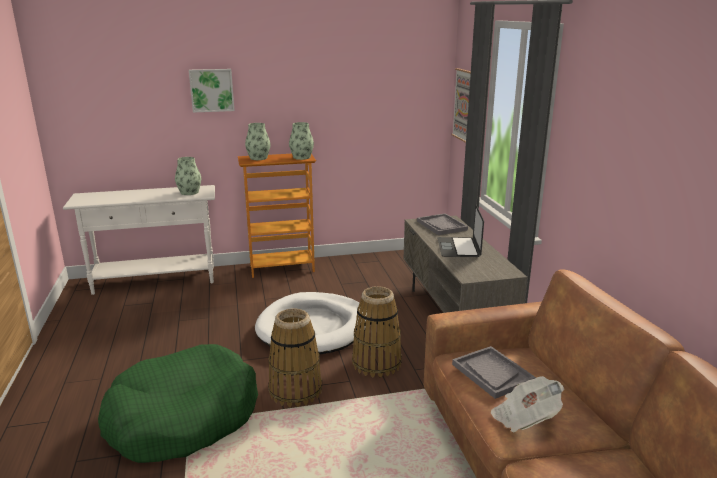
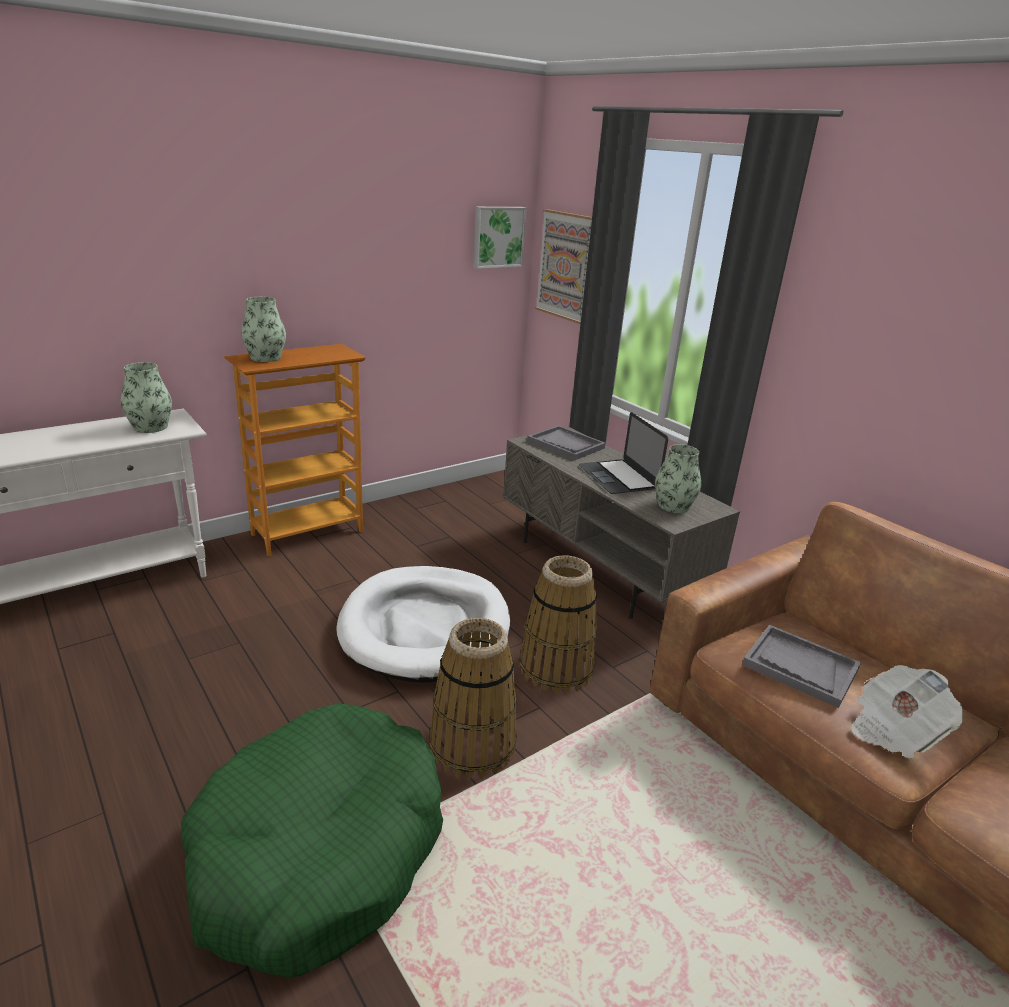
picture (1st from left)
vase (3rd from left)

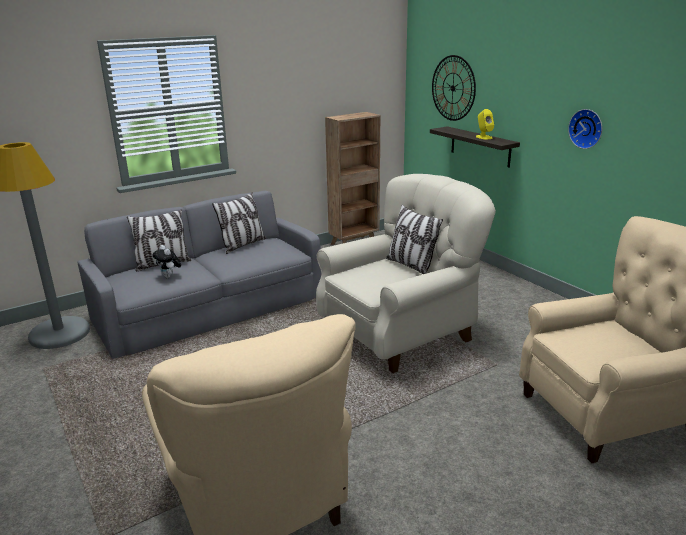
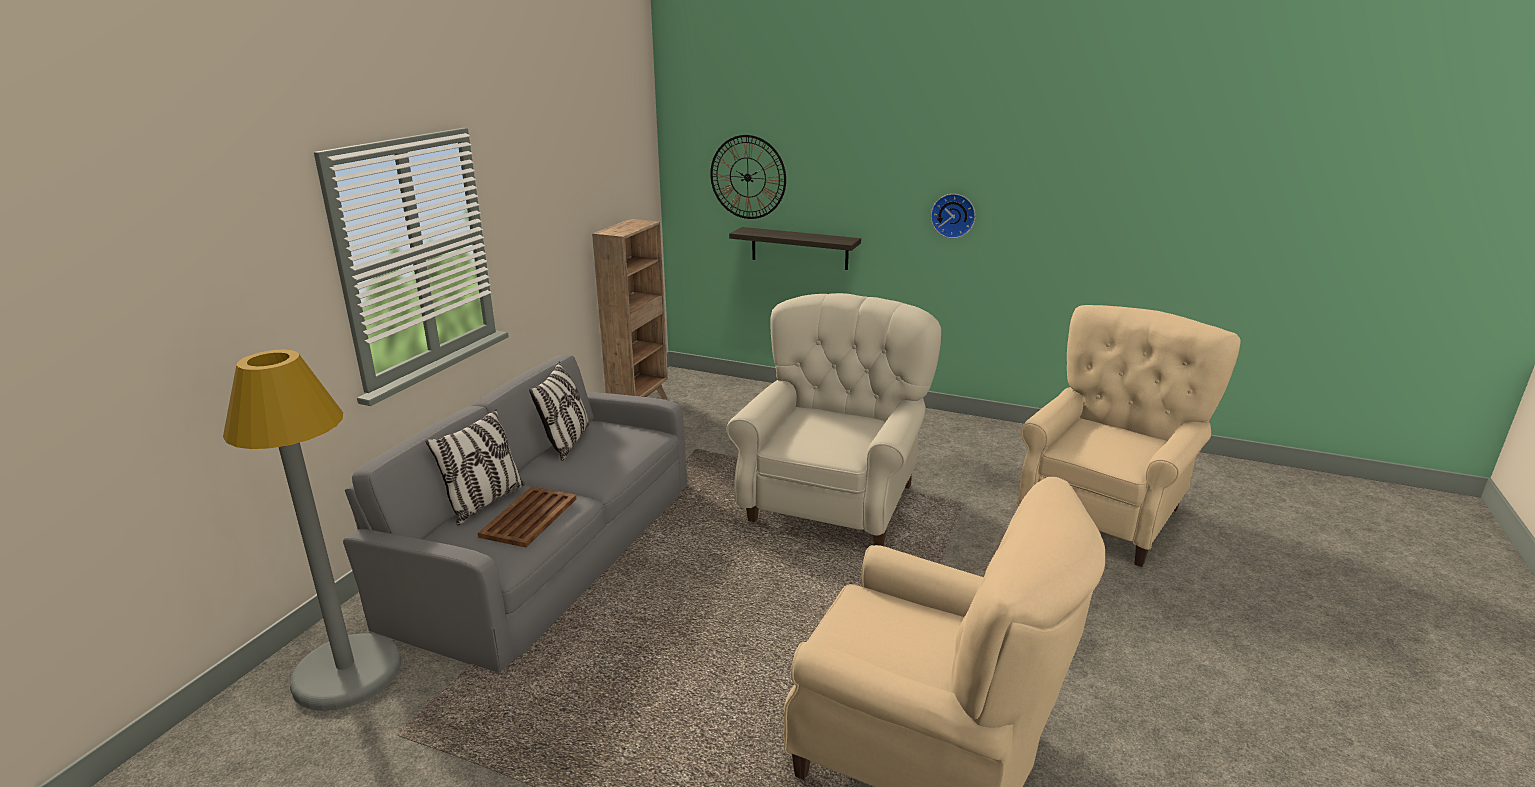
brown carrying tray
cushion (3rd from left in the first image)
yellowish loudspeaker

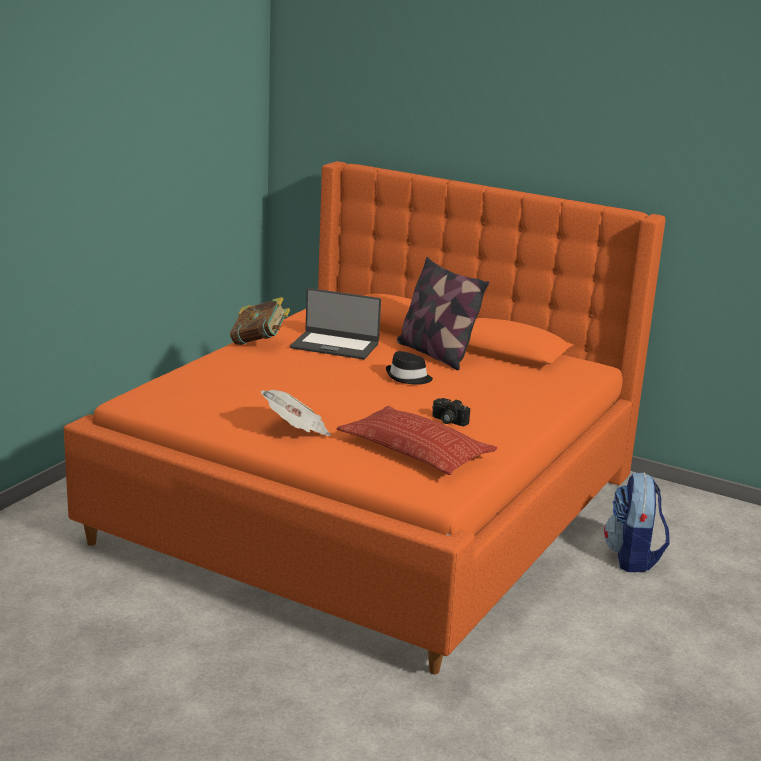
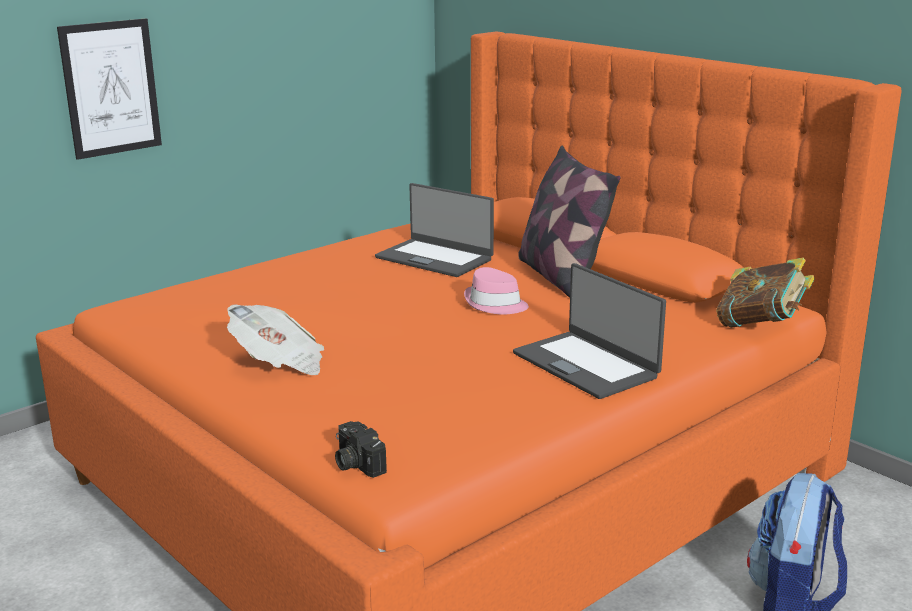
volume
cushion (1st from left in the first image)
pink wearable hat
still camera
picture
laptop (2nd from left)

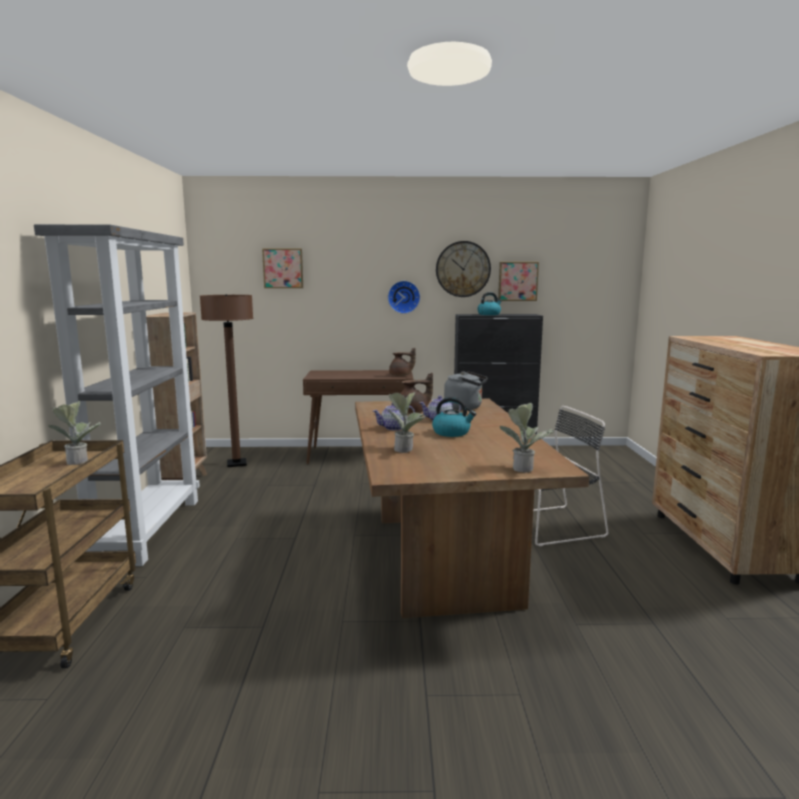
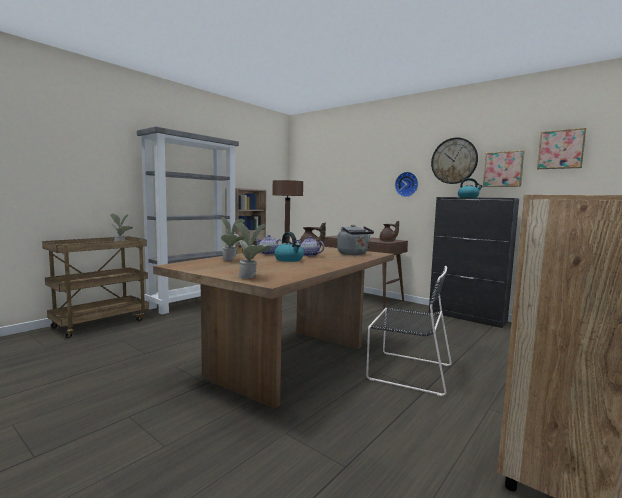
picture (2nd from left)

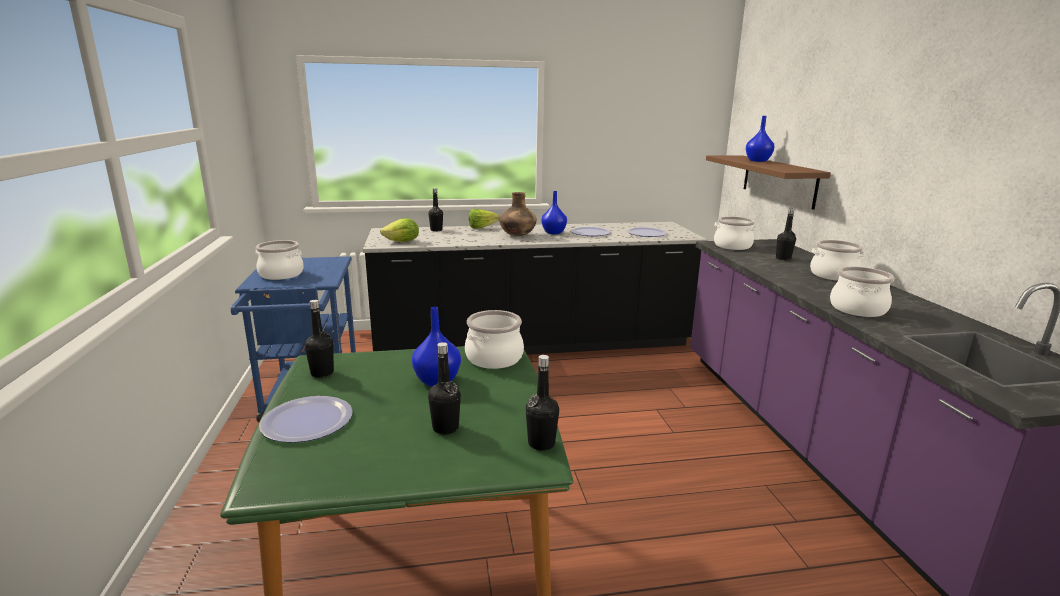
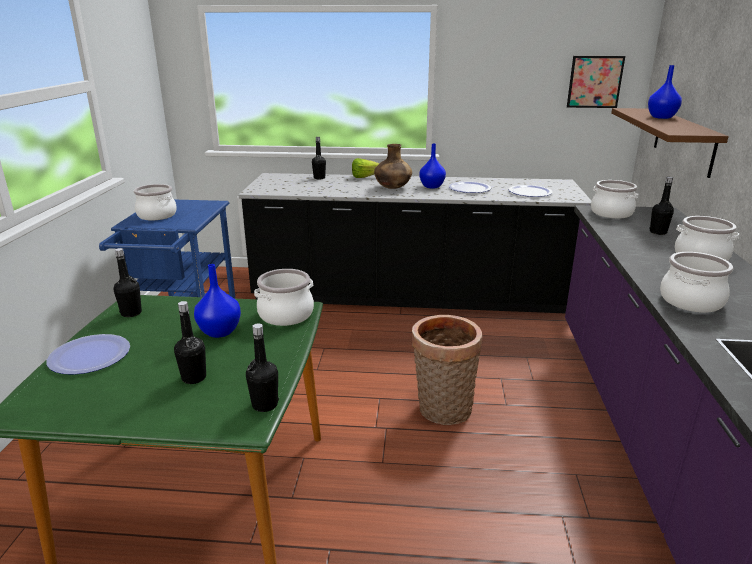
head of lettuce (1st from left in the first image)
storage basket
picture

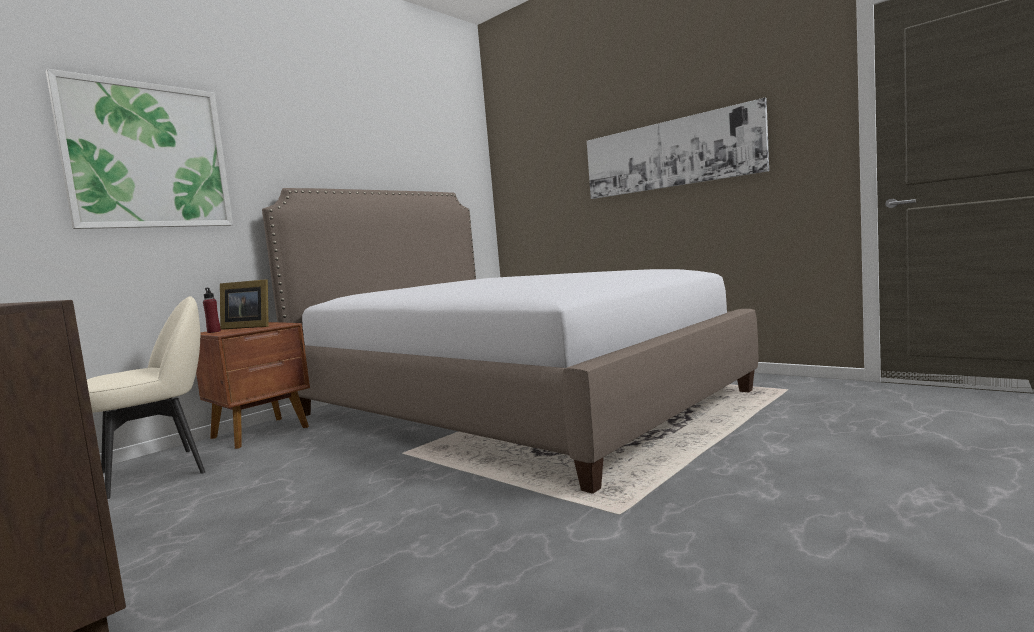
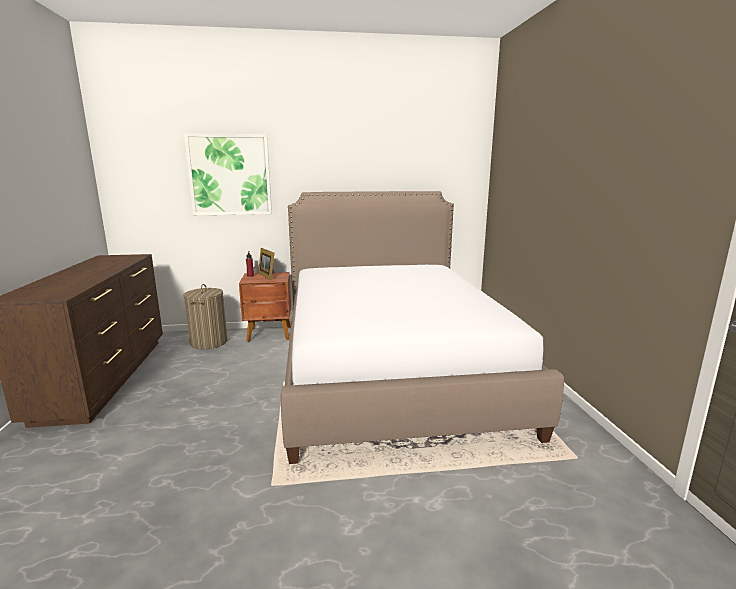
washing basket
picture (2nd from left in the first image)

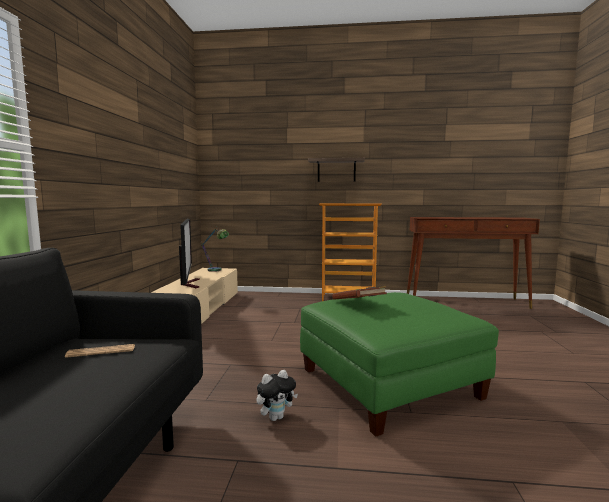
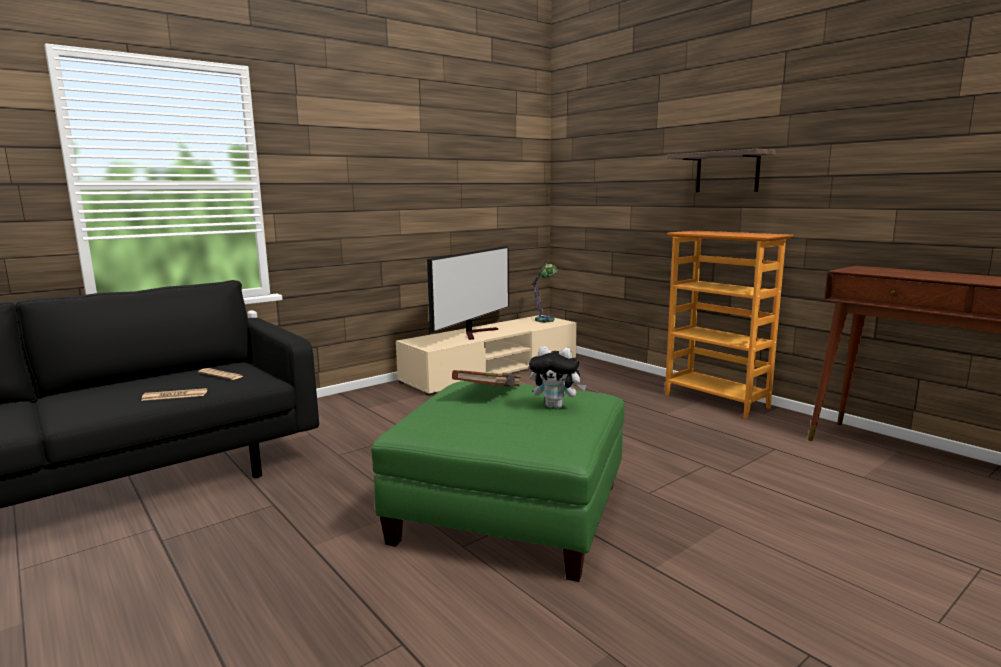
cuddly toy
daily paper (1st from left)

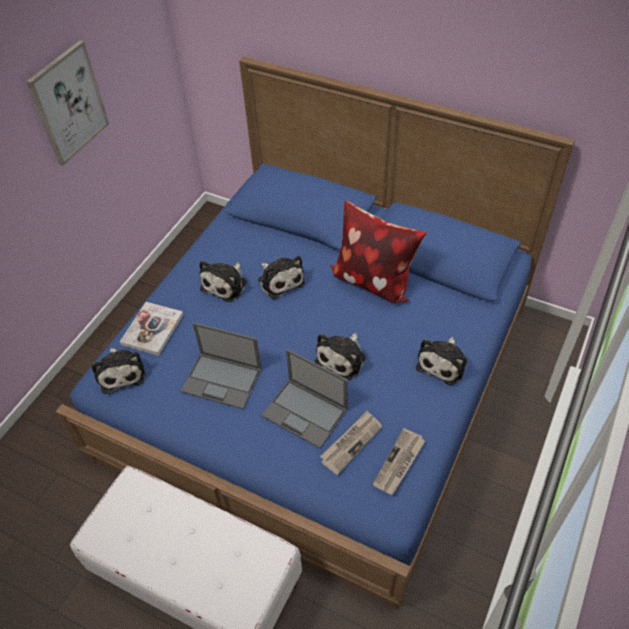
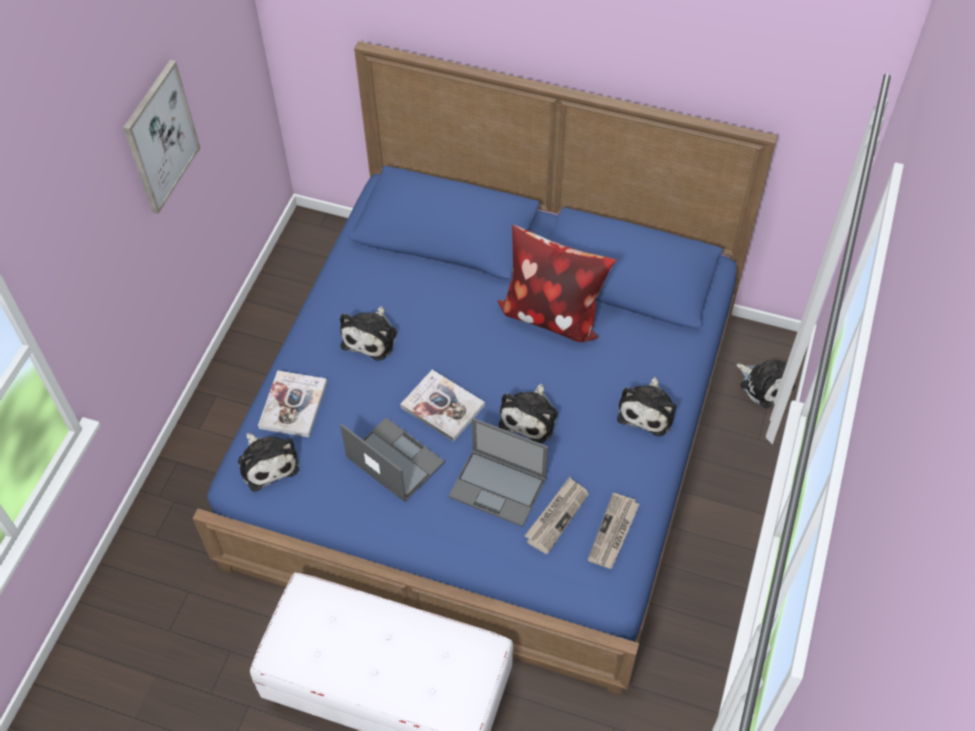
laptop (1st from left)
cuddly toy (5th from left)
volume (2nd from left)

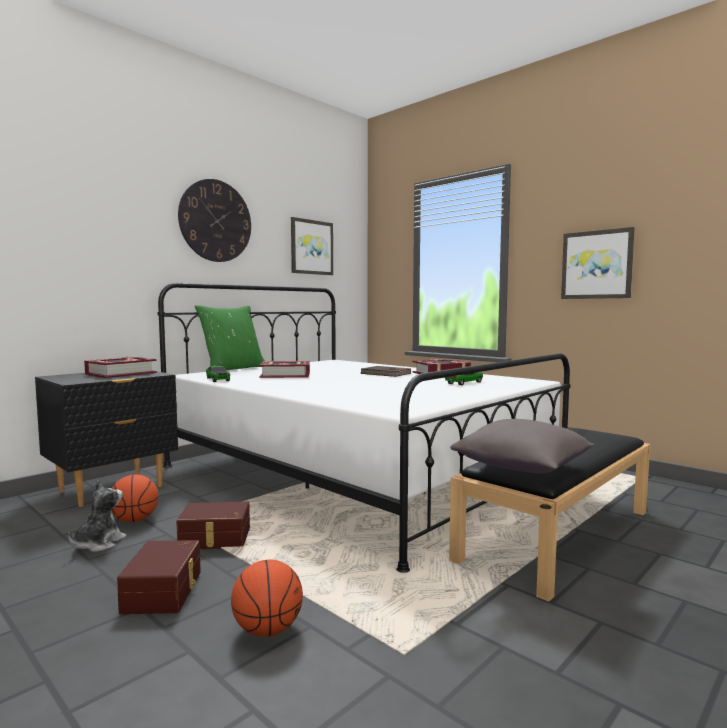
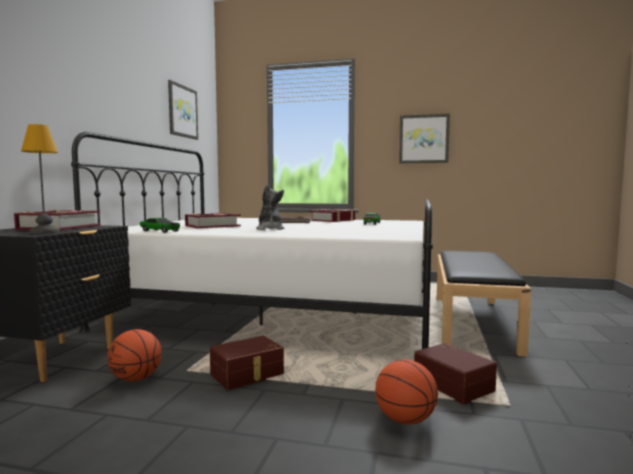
cuddly toy
brown storage bin (2nd from left)
hanging clock
greenish cushion
grey cushion
lamp for a table

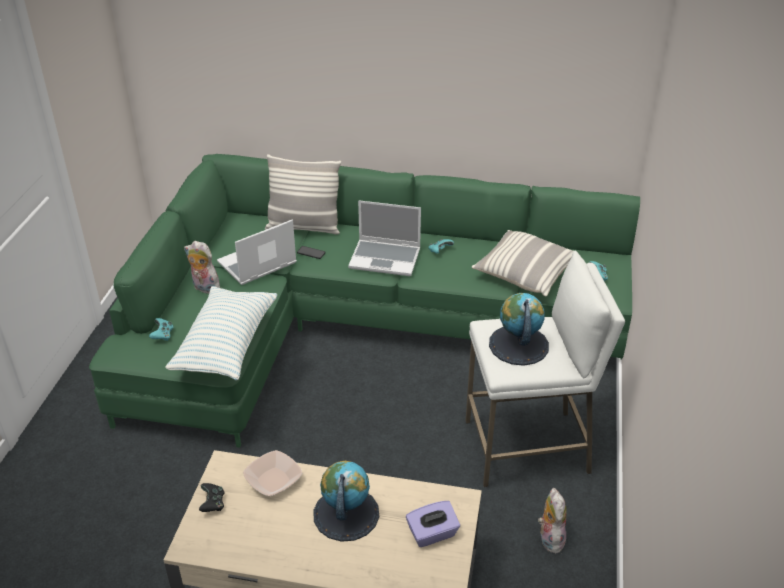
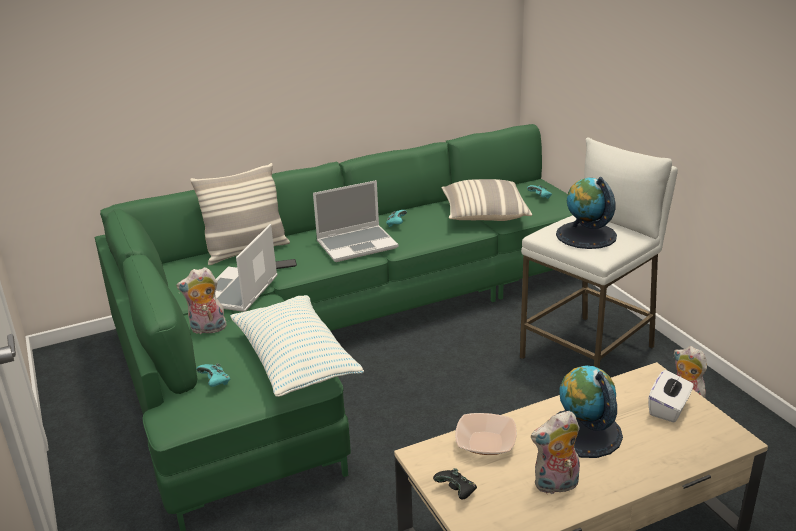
whitish tissue box
cuddly toy (2nd from left)

